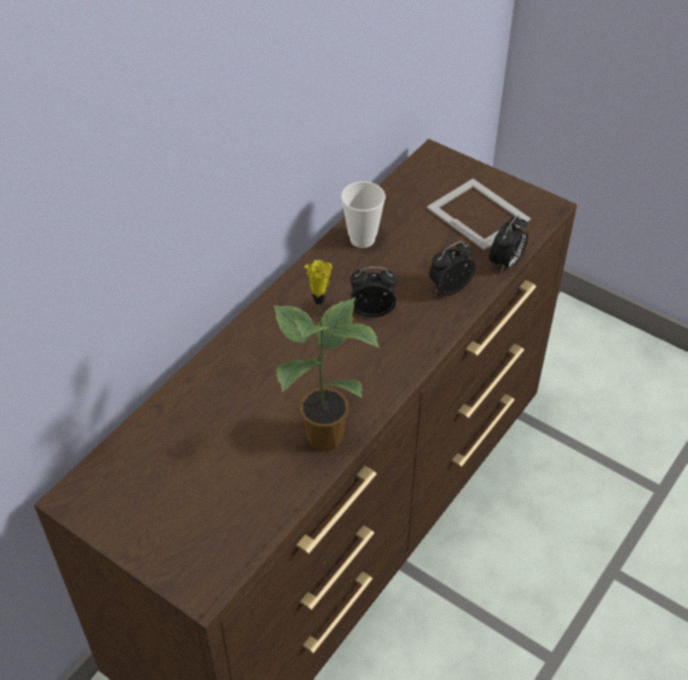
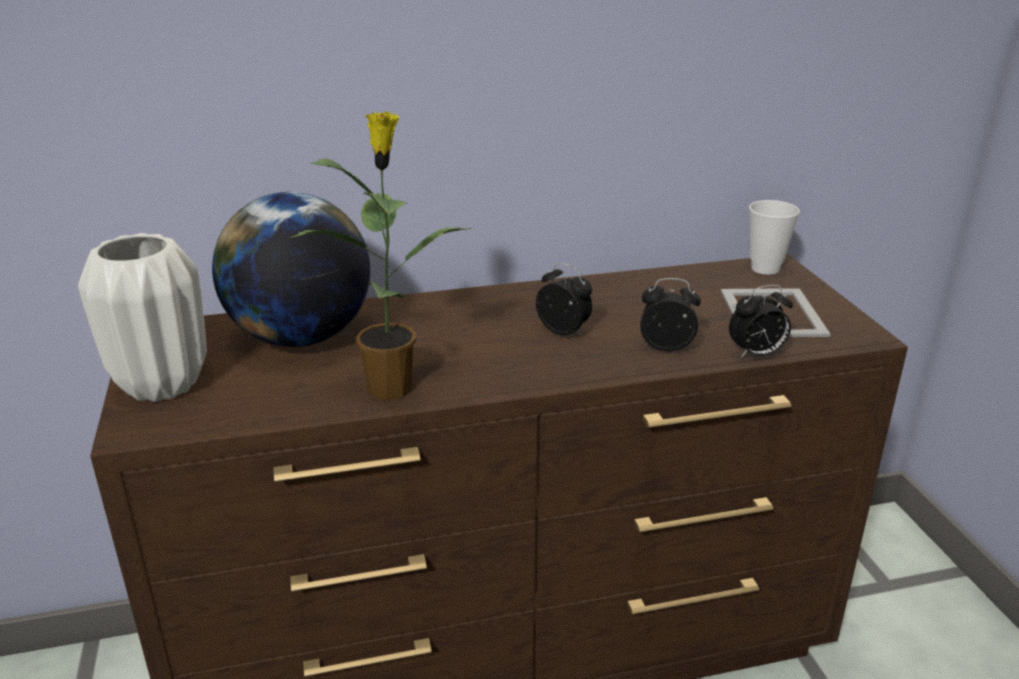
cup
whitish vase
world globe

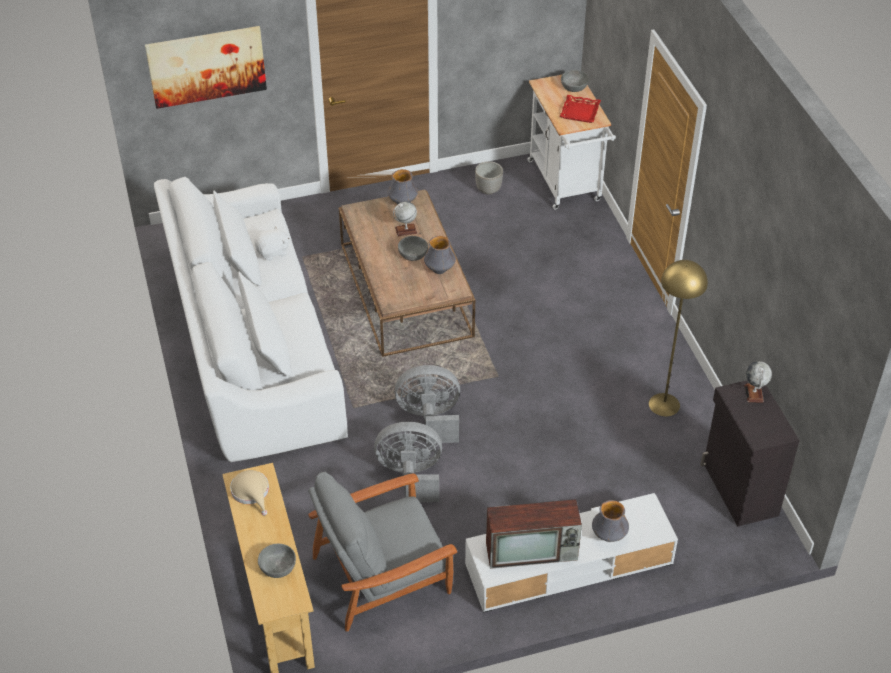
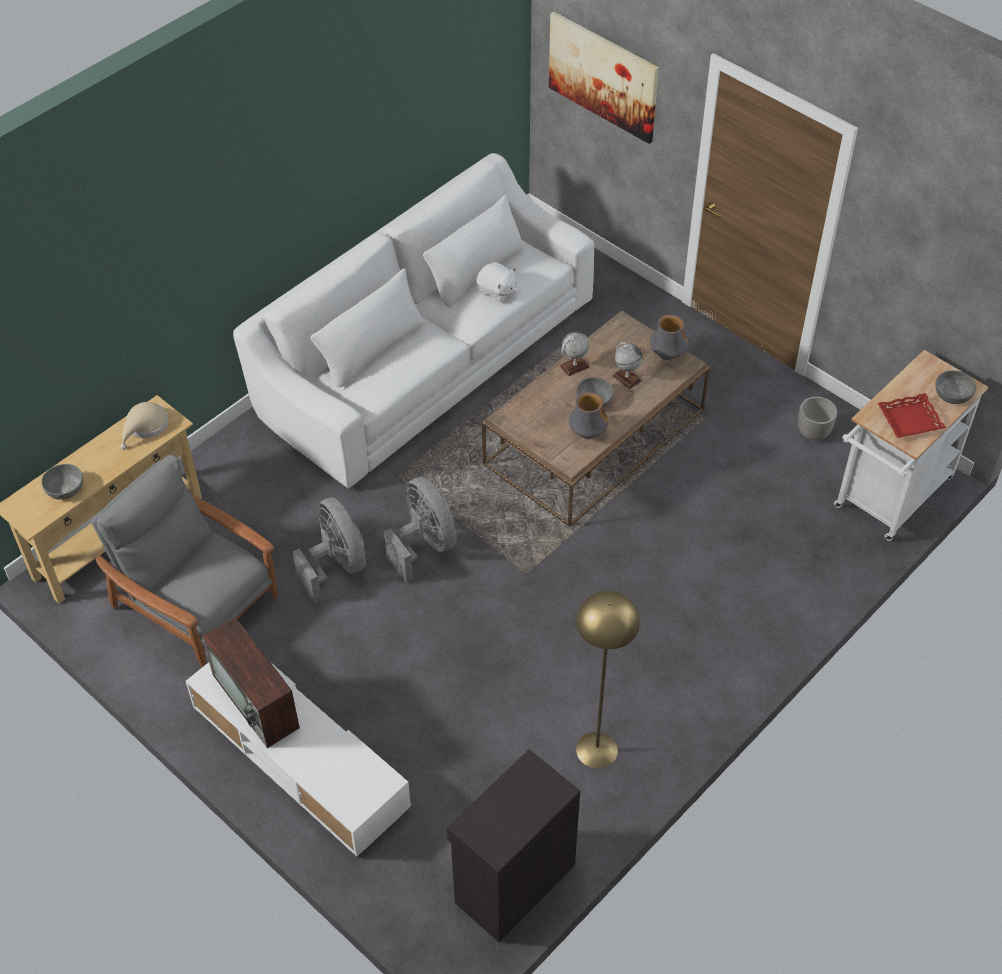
vase (3rd from left in the first image)
world globe (1st from left)

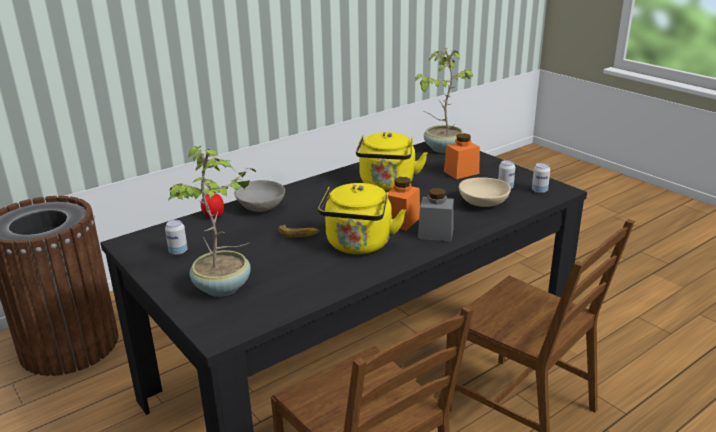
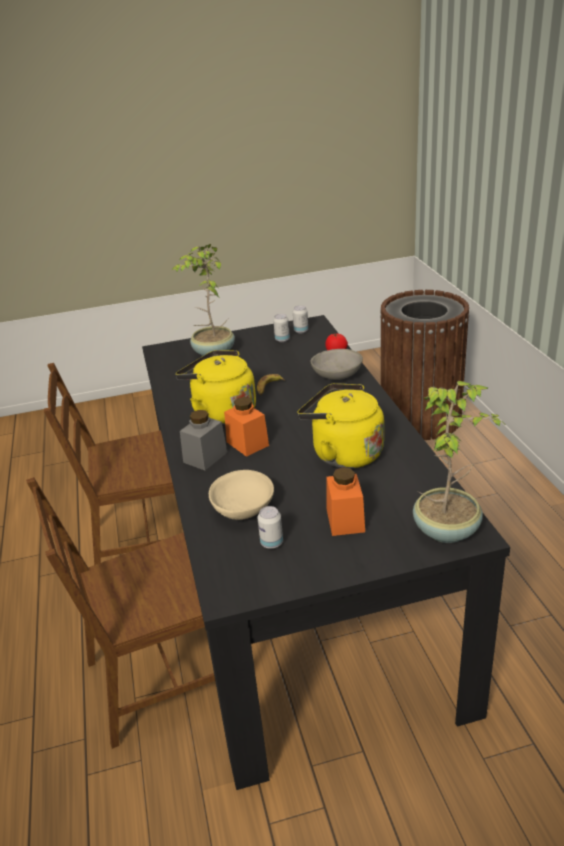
sealed can (3rd from left)

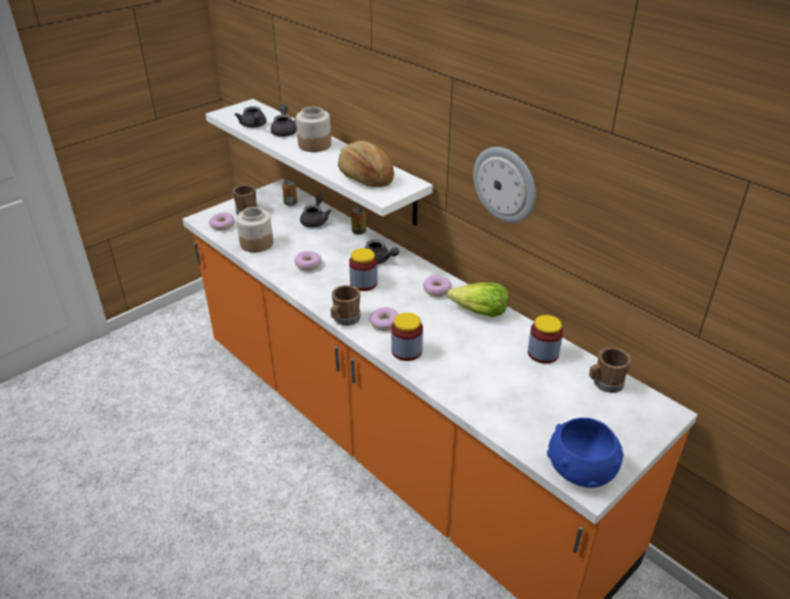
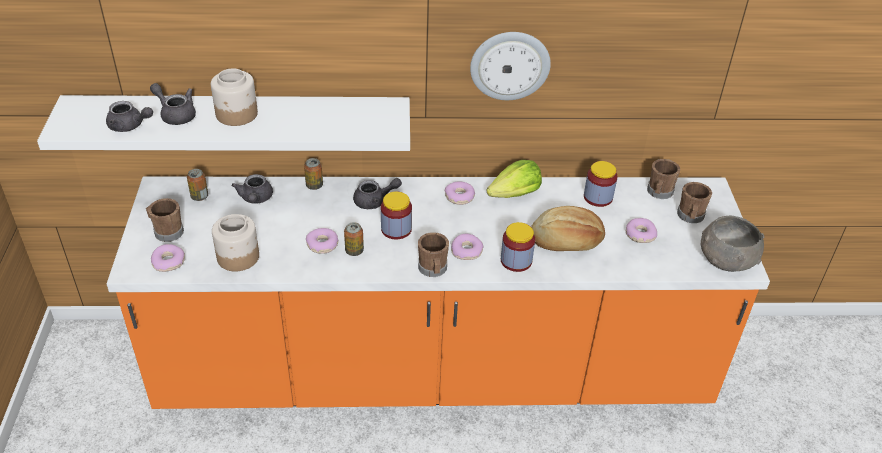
grey teapot (3rd from left)
bakery bread
grey deep dish
sealed can (3rd from left)
donut (5th from left)
brown mug (4th from left)

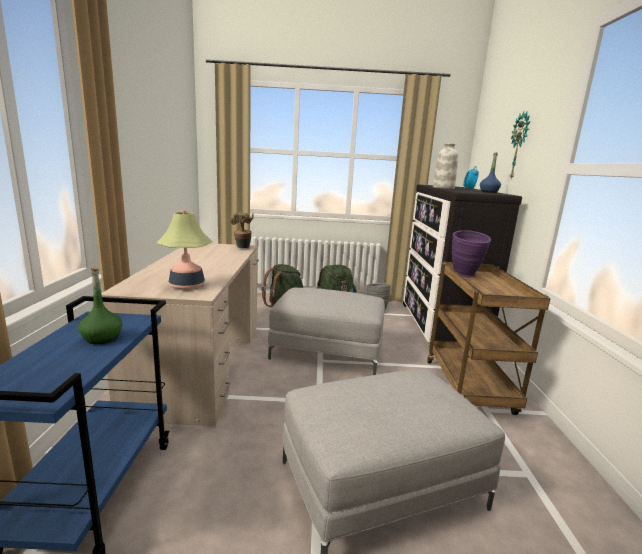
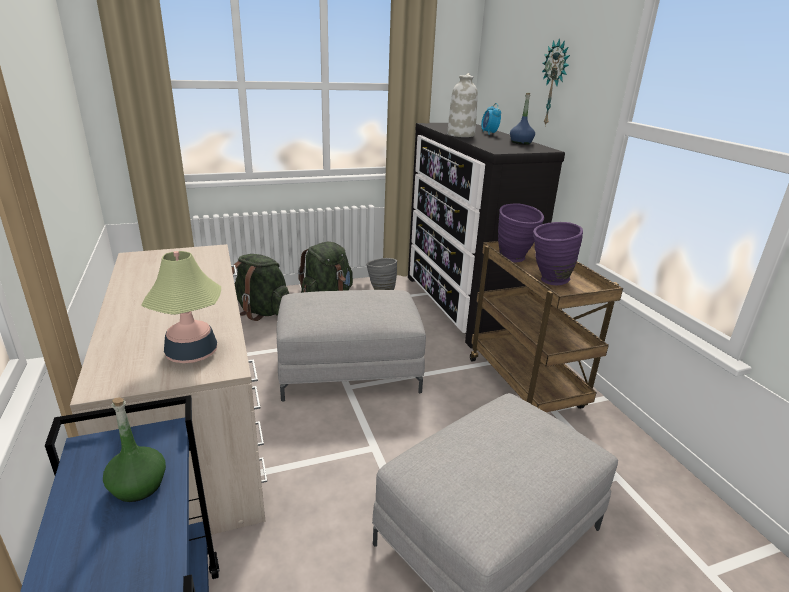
plant in a pot
purple vase (2nd from left)

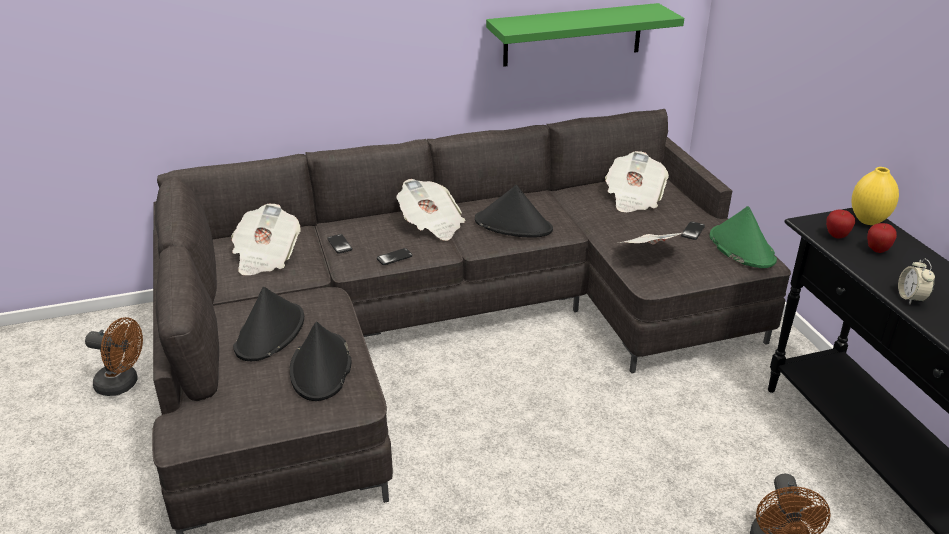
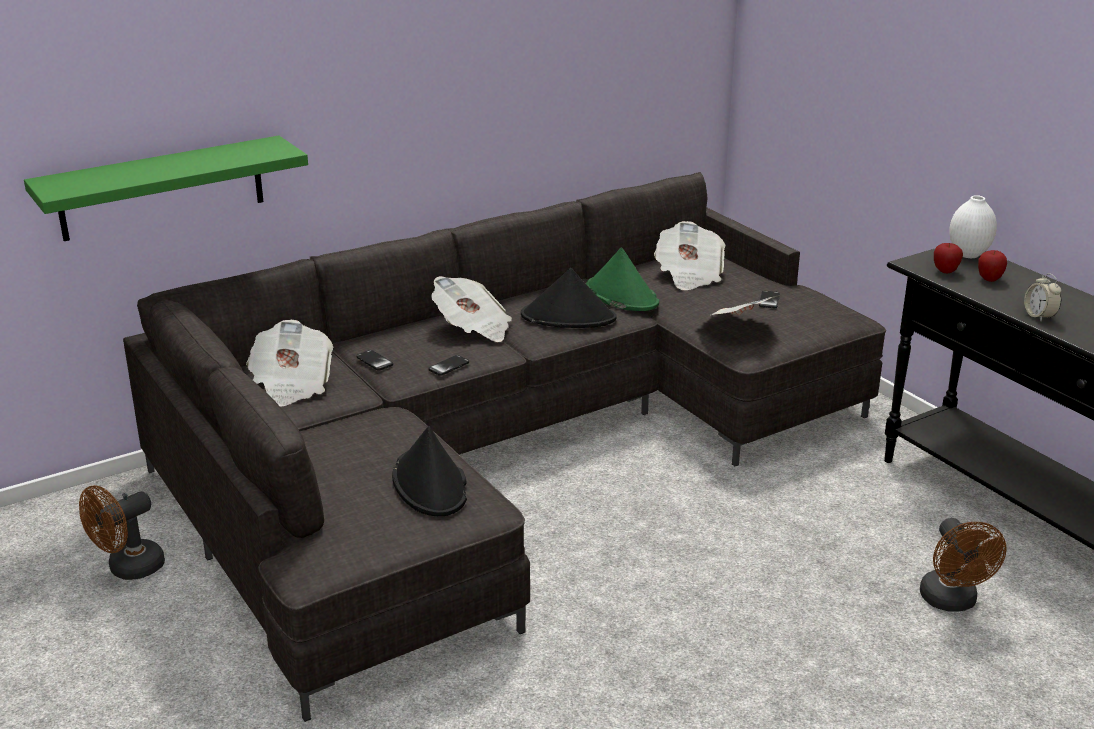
brown electric fan (1st from left)
black wearable hat (1st from left in the first image)
greenish shelf
greenish wearable hat
whitish vase

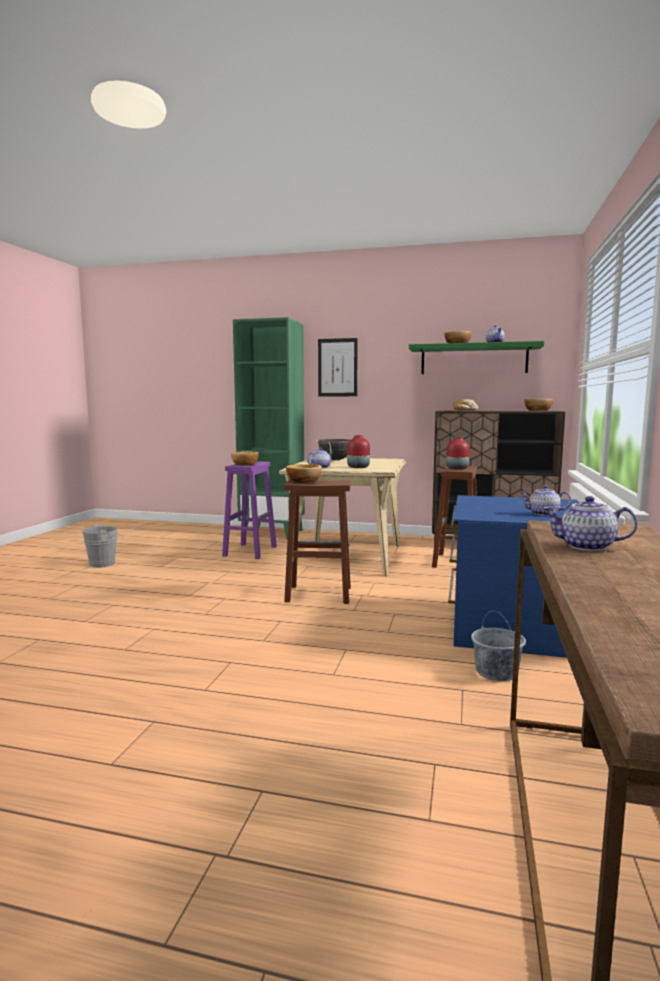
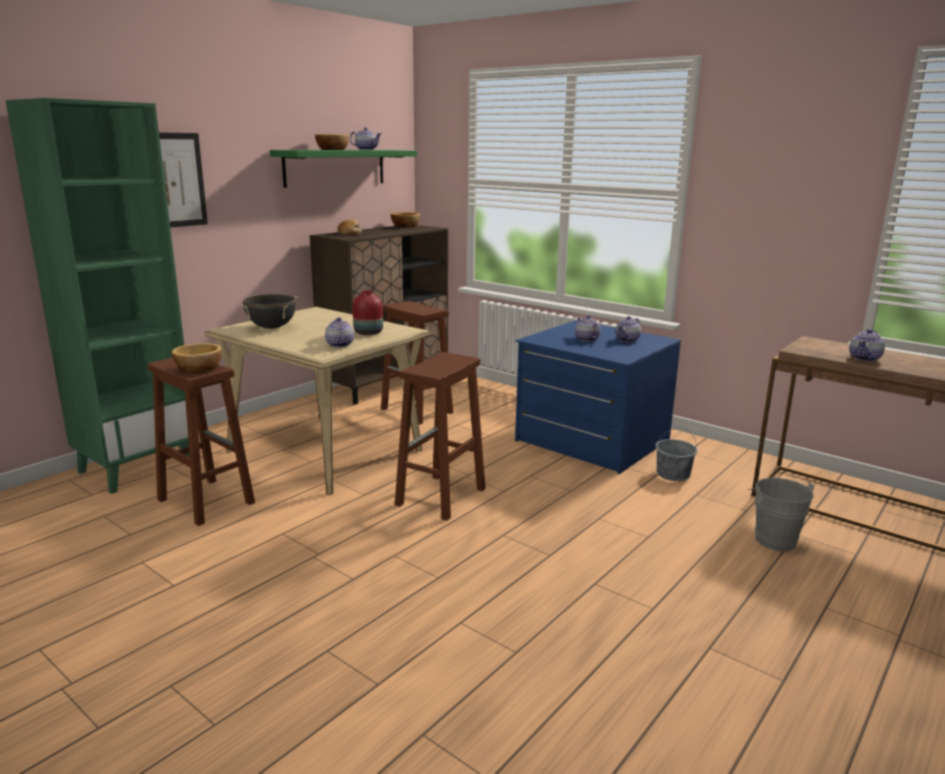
grey bucket (2nd from left)
brown sitting stool (1st from left)
deep dish (2nd from left in the first image)
reddish vase (2nd from left in the first image)
teapot (3rd from left)

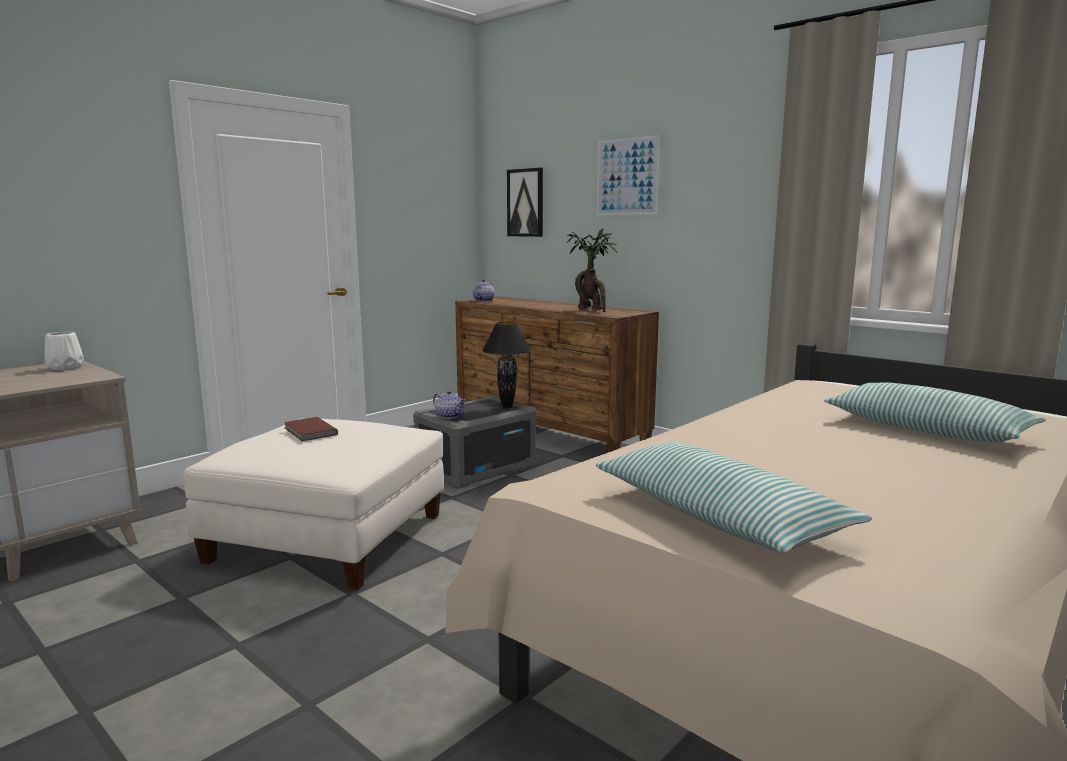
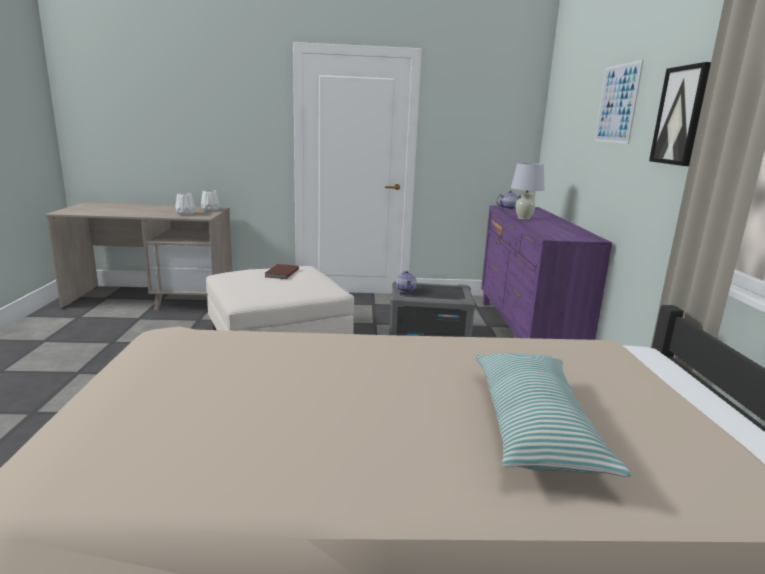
purple dresser
black lamp for a table
picture (2nd from left)
plant in a pot
cushion (1st from left in the first image)
whitish vase (1st from left)
whitish lamp for a table

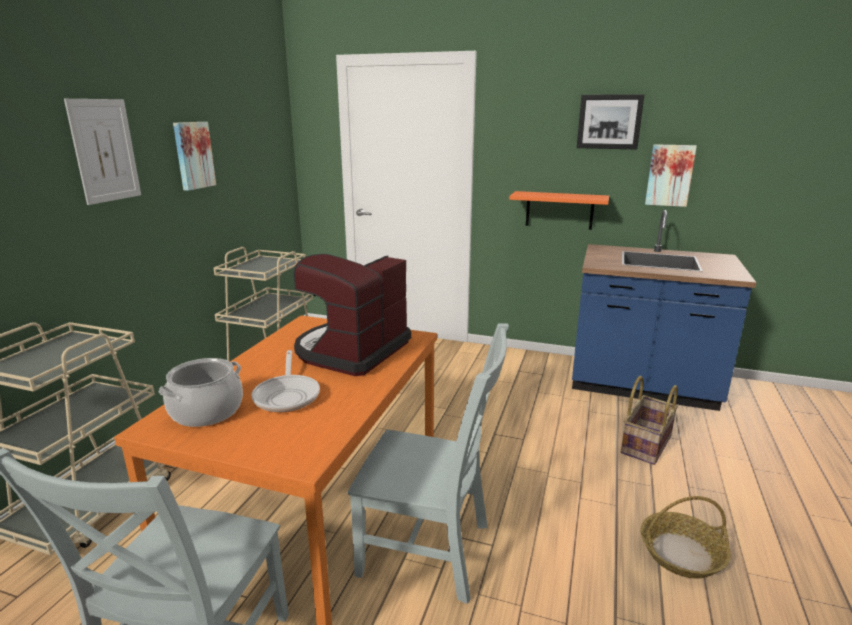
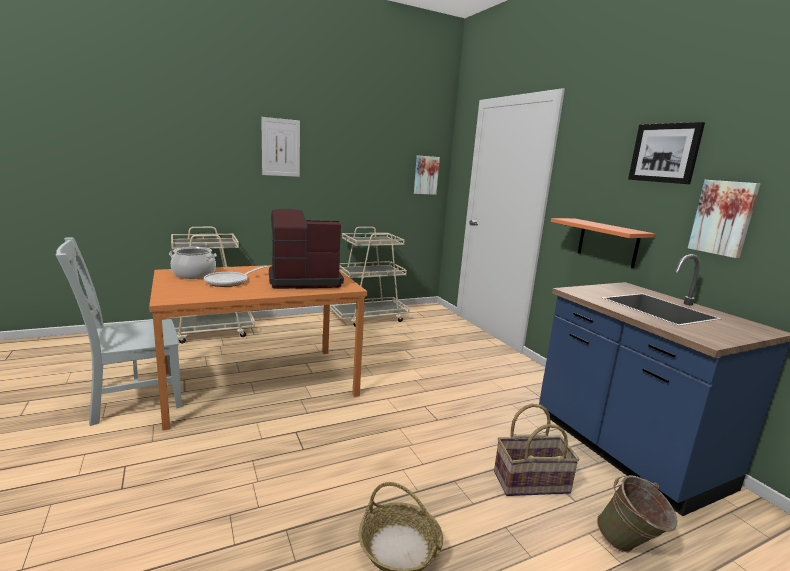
picture (2nd from left)
grey upright chair (2nd from left in the first image)
greenish bucket

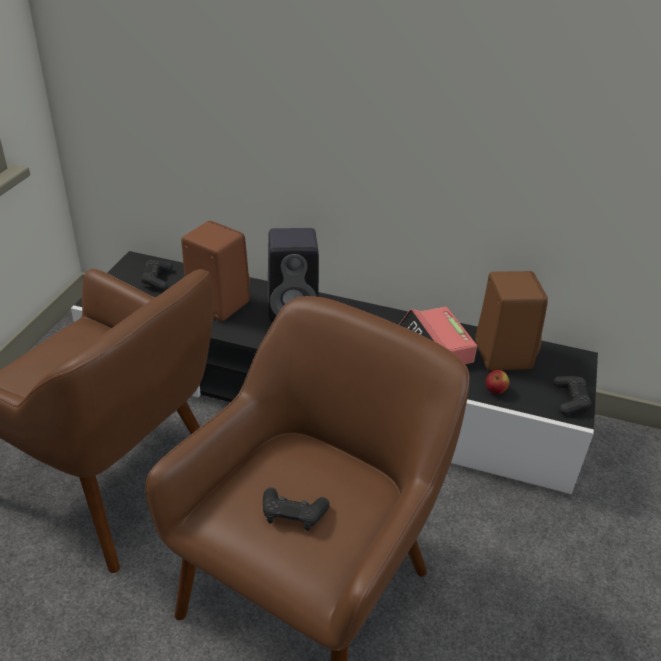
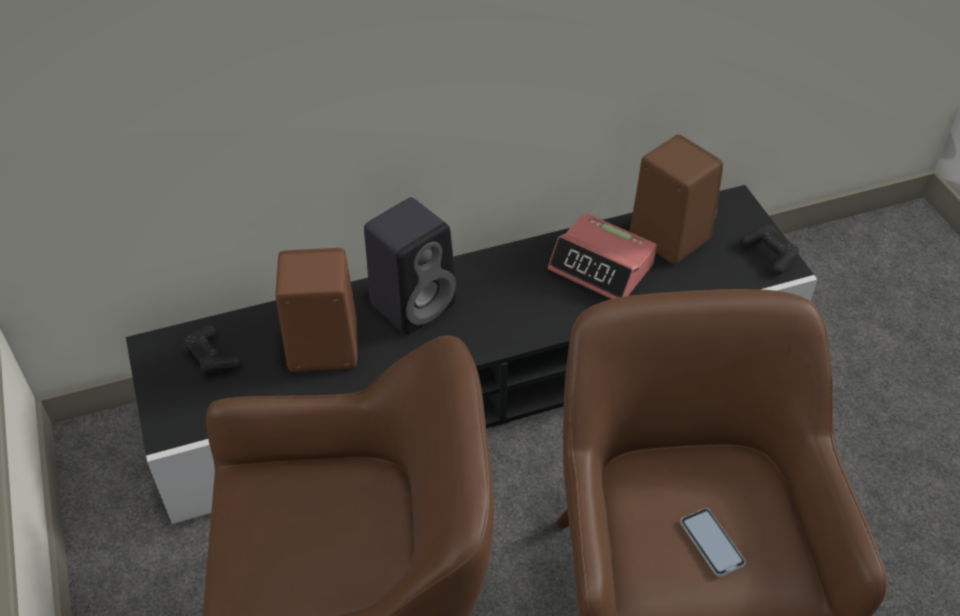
phone
whole apple

